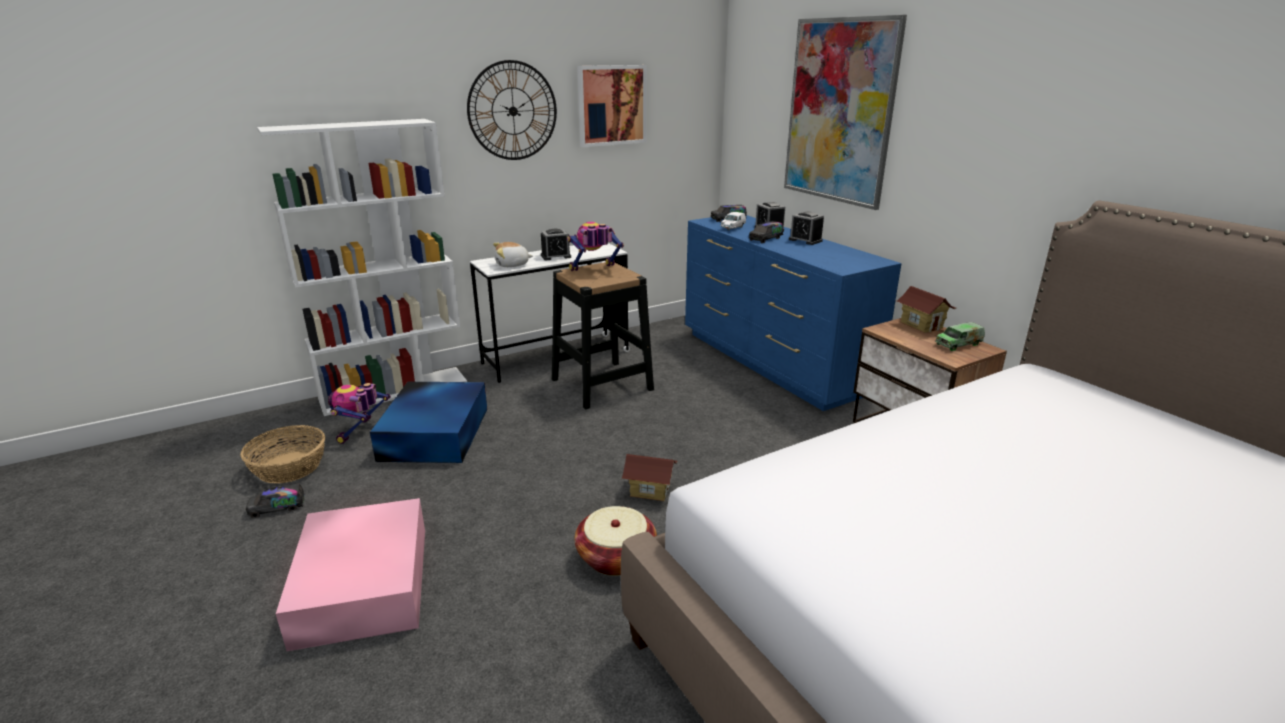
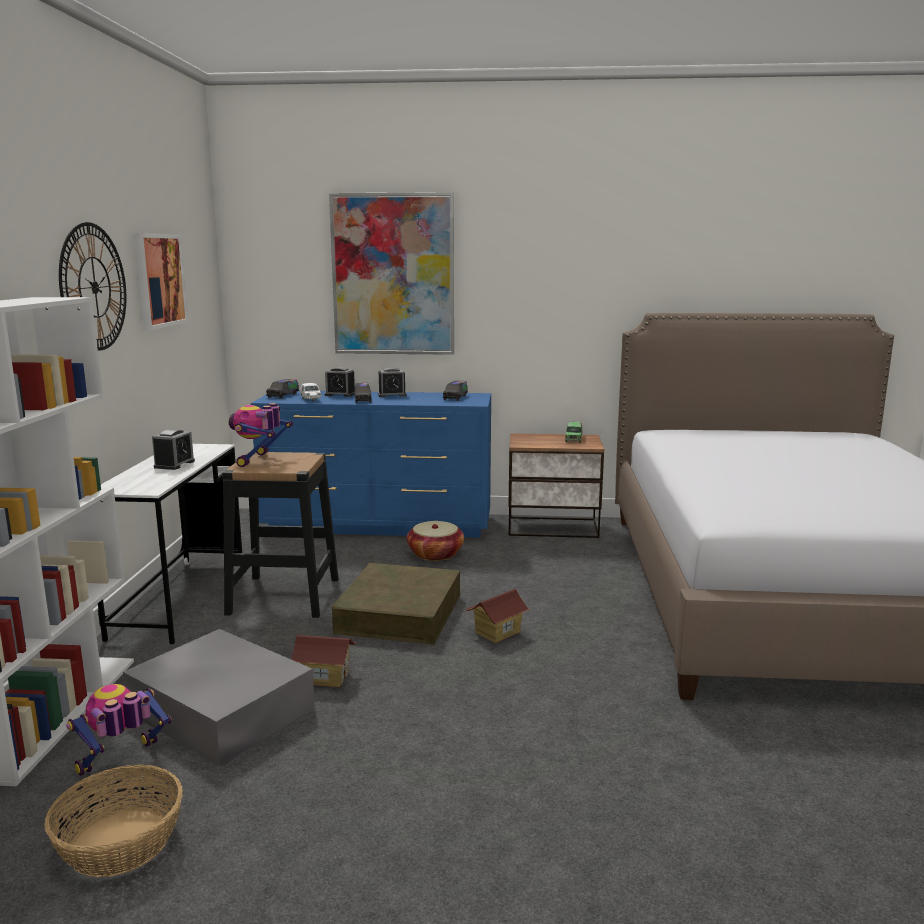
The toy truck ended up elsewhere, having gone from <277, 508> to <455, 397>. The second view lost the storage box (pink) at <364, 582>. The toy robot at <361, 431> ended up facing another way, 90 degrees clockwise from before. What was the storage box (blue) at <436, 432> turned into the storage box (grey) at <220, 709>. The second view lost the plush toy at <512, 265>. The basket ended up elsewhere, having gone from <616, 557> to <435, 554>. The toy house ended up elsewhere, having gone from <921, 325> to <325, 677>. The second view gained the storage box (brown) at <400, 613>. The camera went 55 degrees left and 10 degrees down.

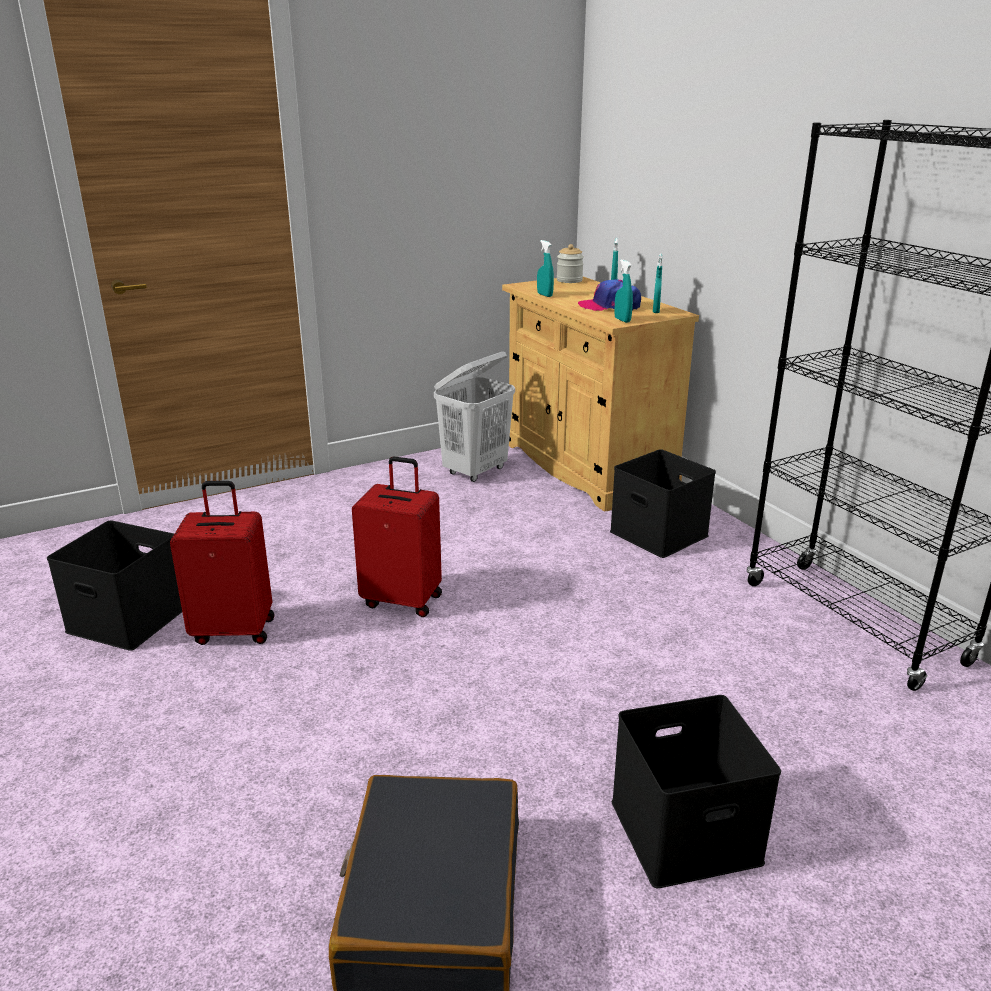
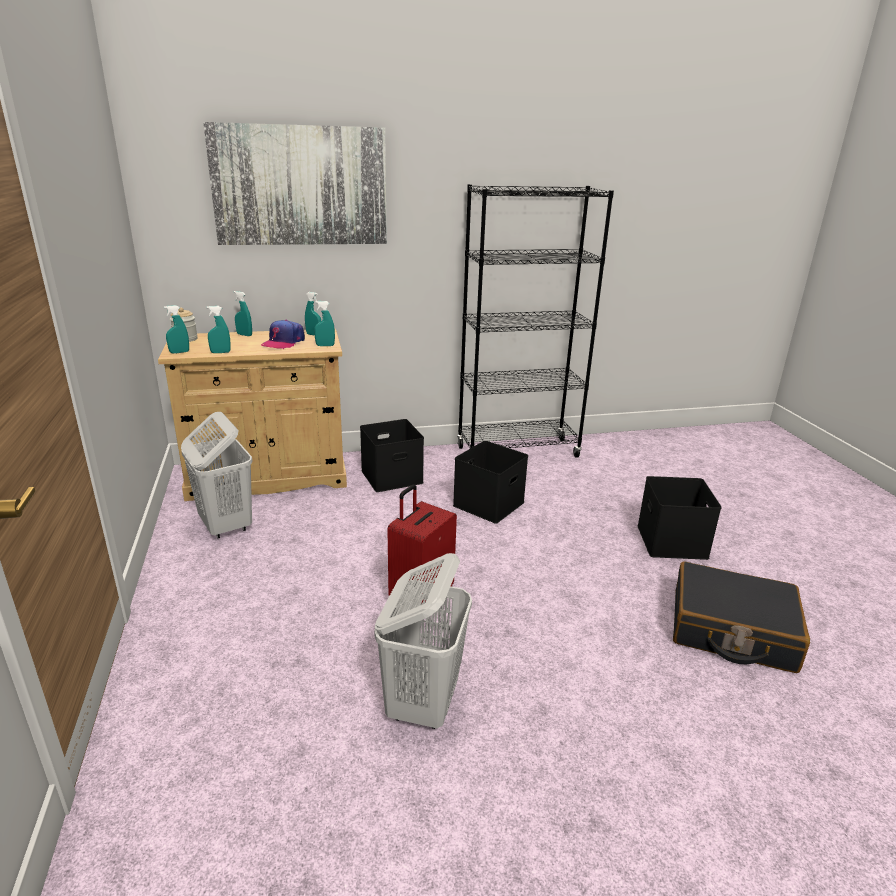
The storage box (black) ended up elsewhere, having gone from <125, 620> to <489, 504>. Where the suitcase (red) stood at <234, 630>, the laundry basket (white) came to stand at <423, 703>. The second view gained the spray bottle (turquoise) at <179, 352>. The second view gained the picture at <300, 186>. The camera went 75 degrees left and 0 degrees up.

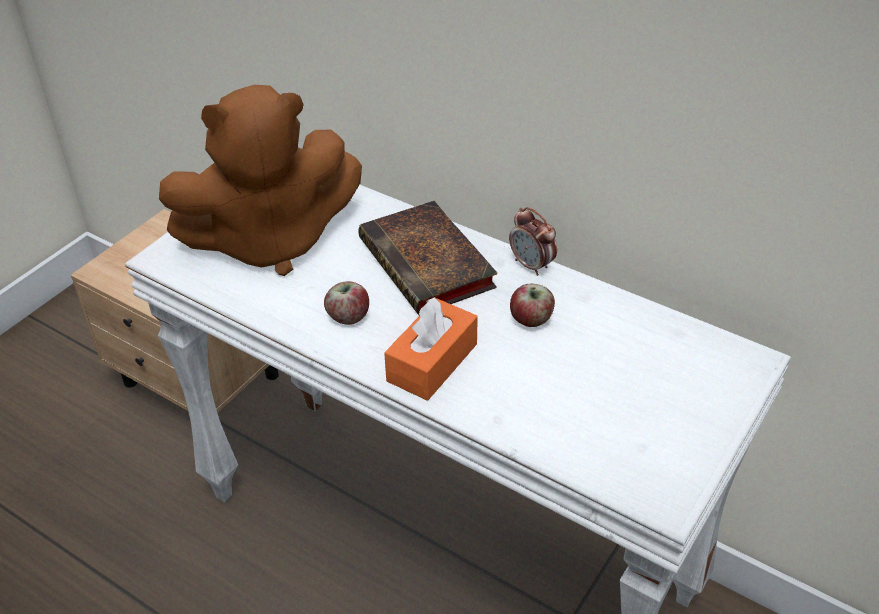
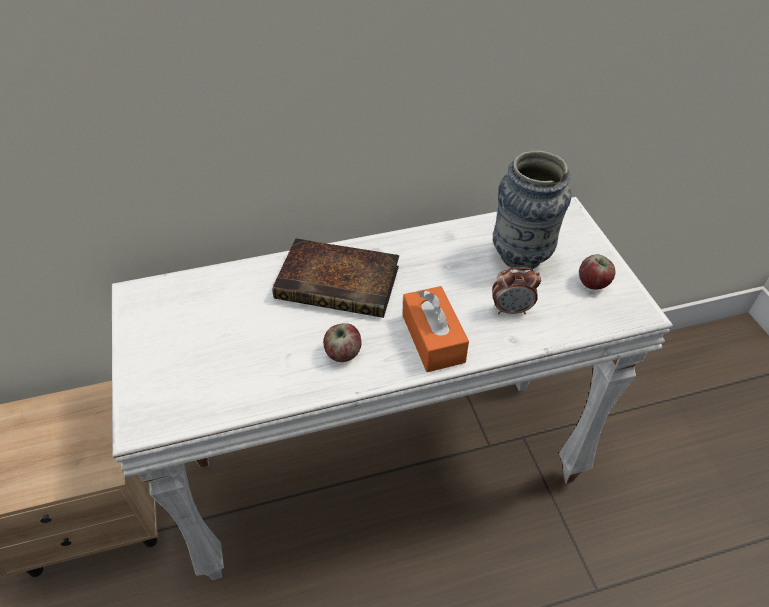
The second view lost the plush toy (brown) at <270, 241>. The alarm clock ended up elsewhere, having gone from <531, 265> to <511, 309>. The apple ended up elsewhere, having gone from <531, 320> to <593, 283>. The second view gained the vase at <521, 257>. The camera went 50 degrees left and 5 degrees up.

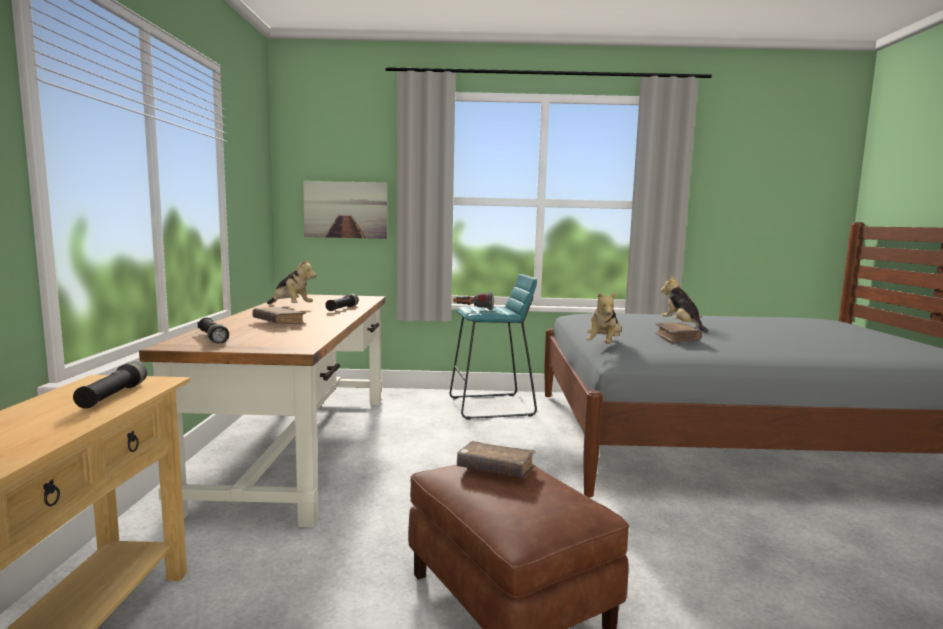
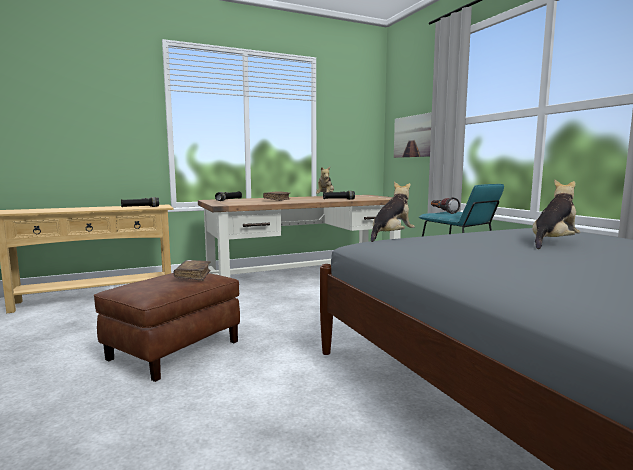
The plush toy at <604, 345> ended up facing another way, 135 degrees clockwise from before. The second view lost the book (brown) at <677, 339>. The camera went 65 degrees right and 0 degrees up.

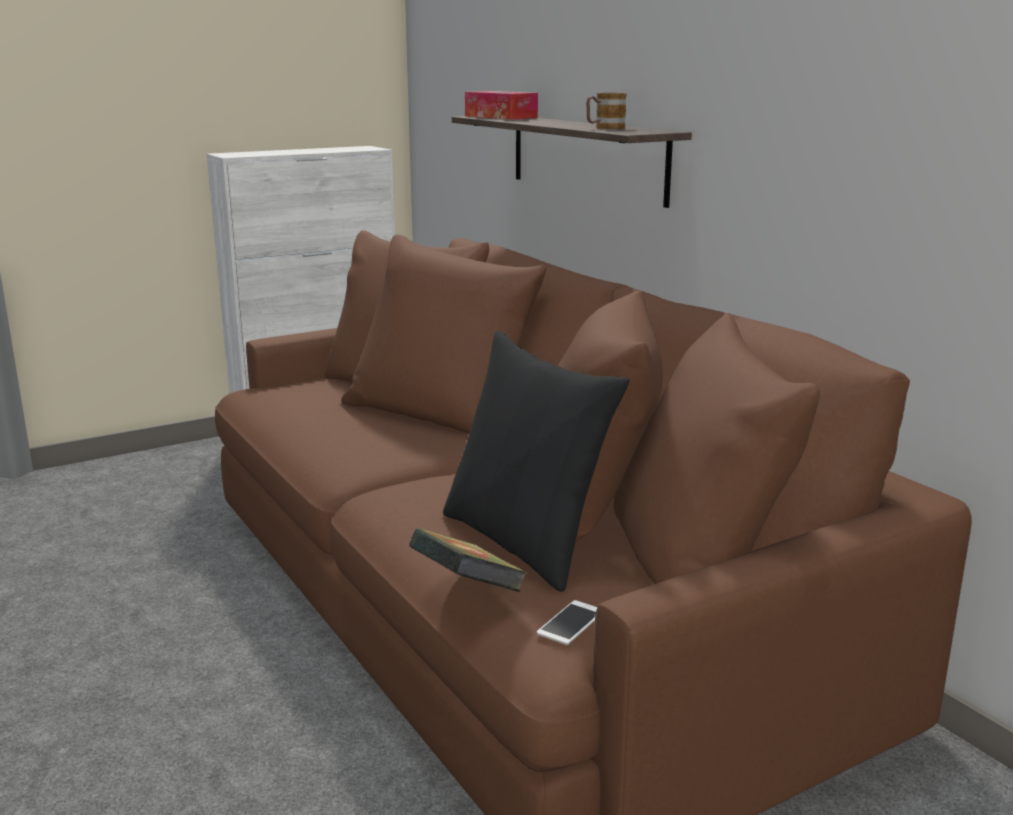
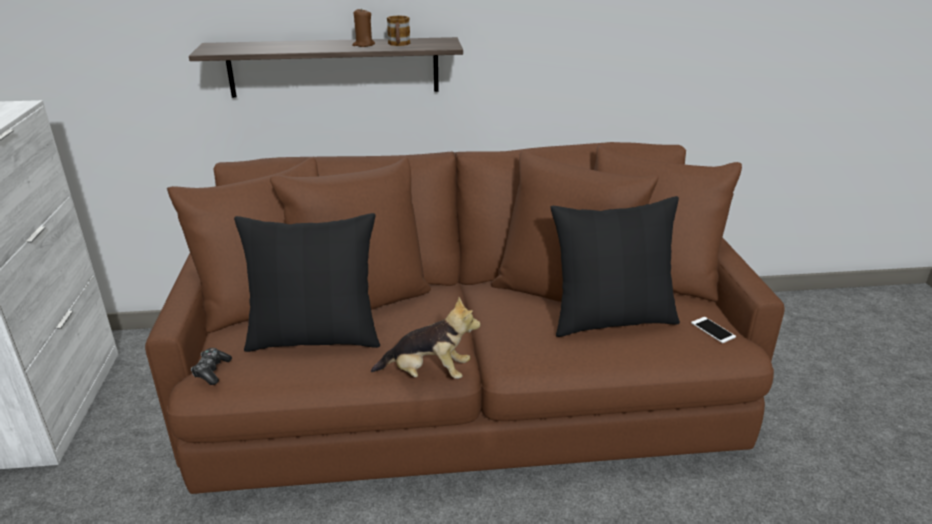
The second view lost the book at <467, 591>. The second view lost the tissue box at <500, 117>. The second view gained the game controller at <212, 371>. The second view gained the pillow (black) at <315, 337>. The second view gained the candle (brown) at <363, 45>. The second view gained the plush toy at <428, 373>. The camera went 65 degrees left and 10 degrees up.

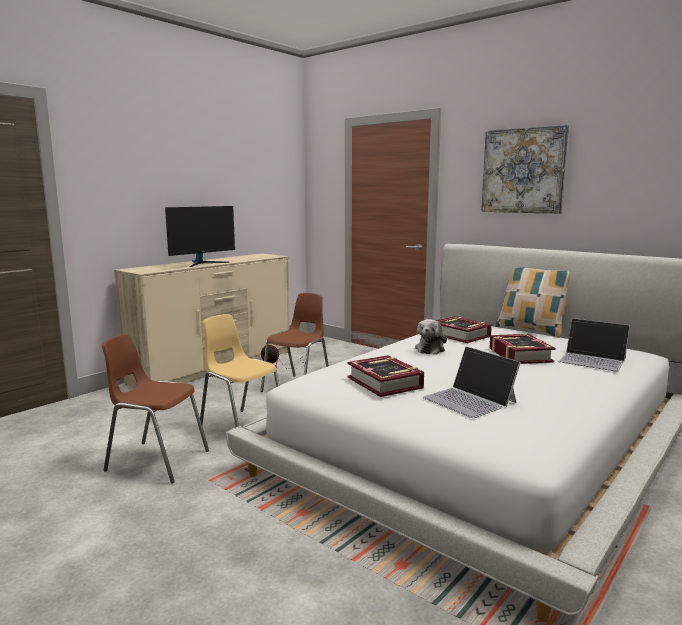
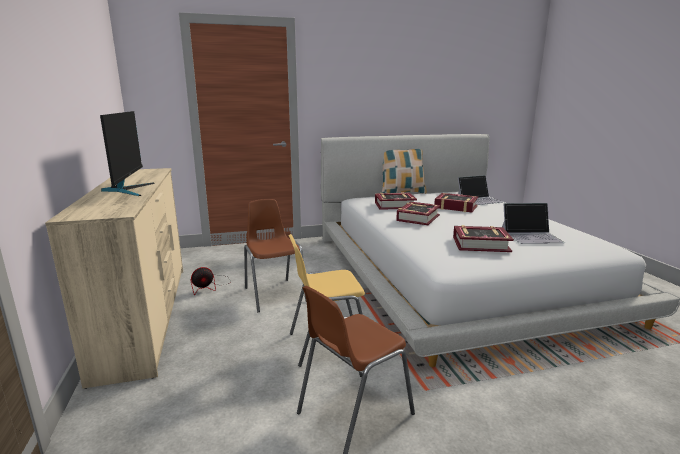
Where the plush toy stood at <430, 349>, the book came to stand at <417, 218>. The second view lost the picture at <523, 171>. The camera went 55 degrees left and 5 degrees up.

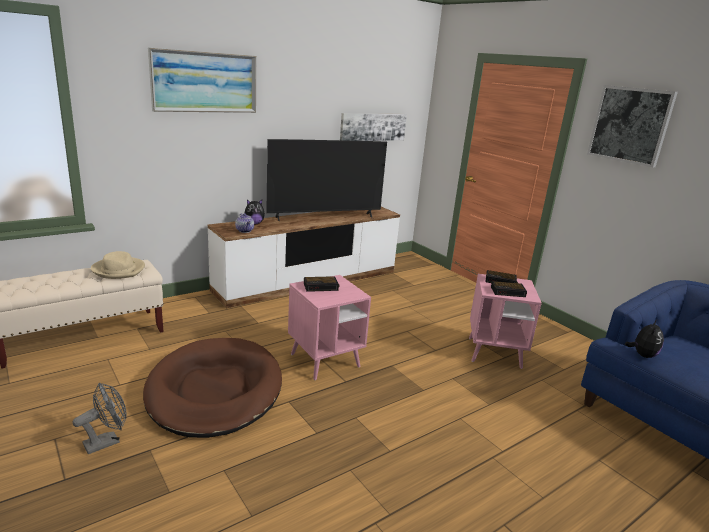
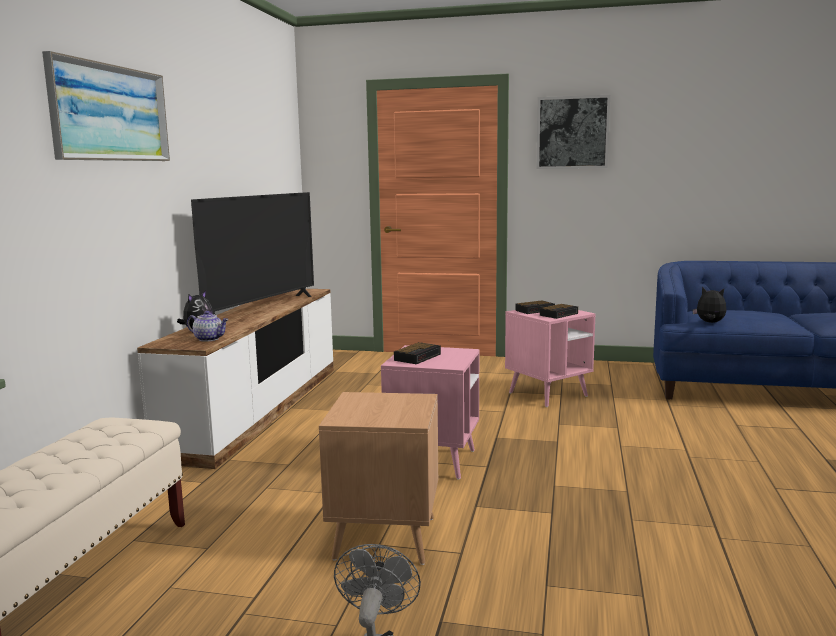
The second view lost the hat (beige) at <119, 270>. Where the dog bed (brown) stood at <215, 390>, the side table (brown) came to stand at <385, 538>. The second view lost the picture at <373, 127>. The plush toy at <642, 355> ended up facing another way, 45 degrees counterclockwise from before. The camera went 40 degrees left and 10 degrees down.

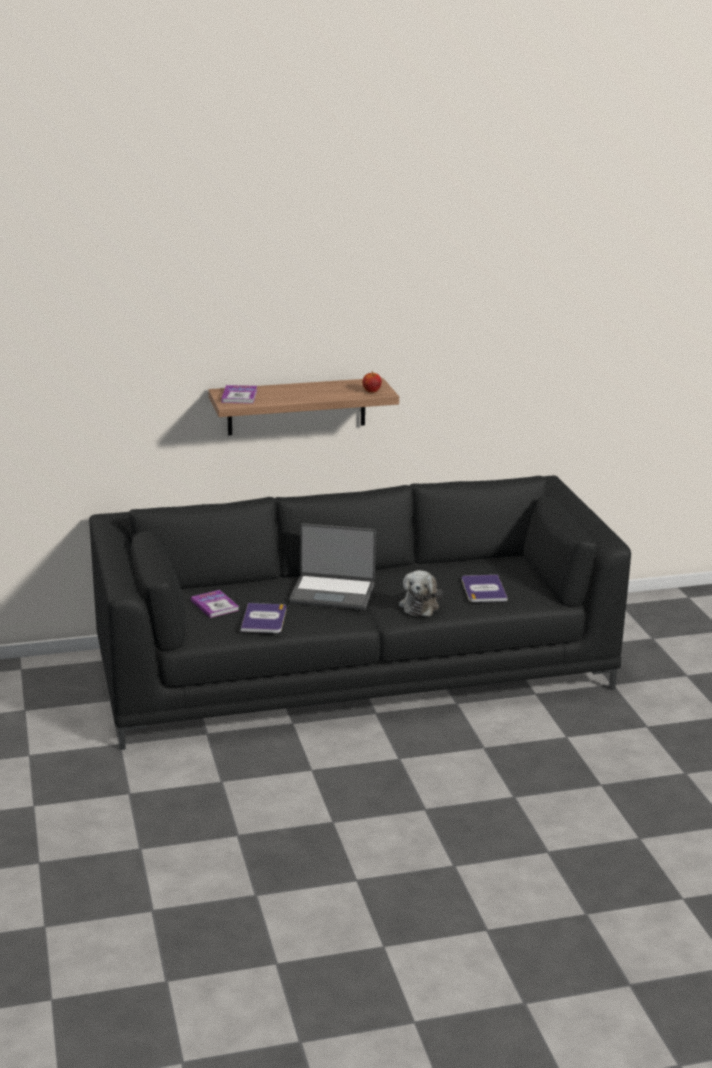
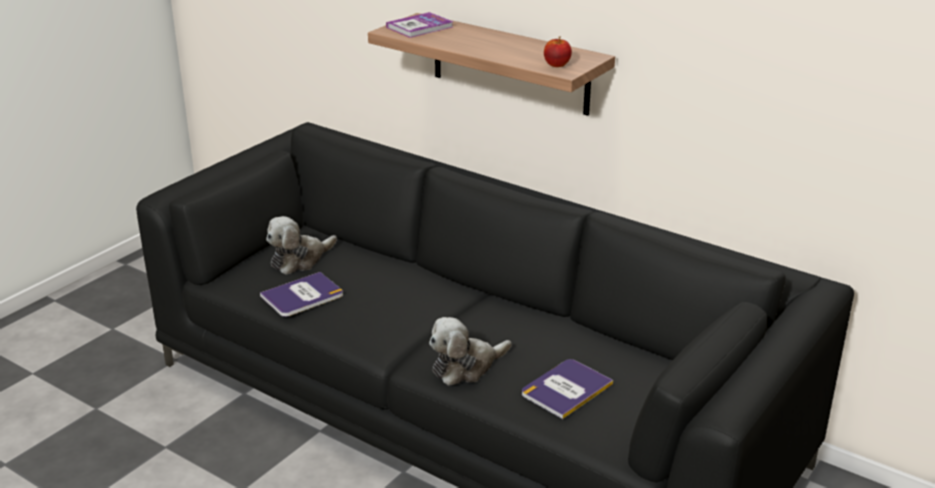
Where the book stood at <214, 605>, the plush toy came to stand at <299, 260>. The second view lost the laptop at <333, 593>. The camera went 50 degrees right and 5 degrees up.

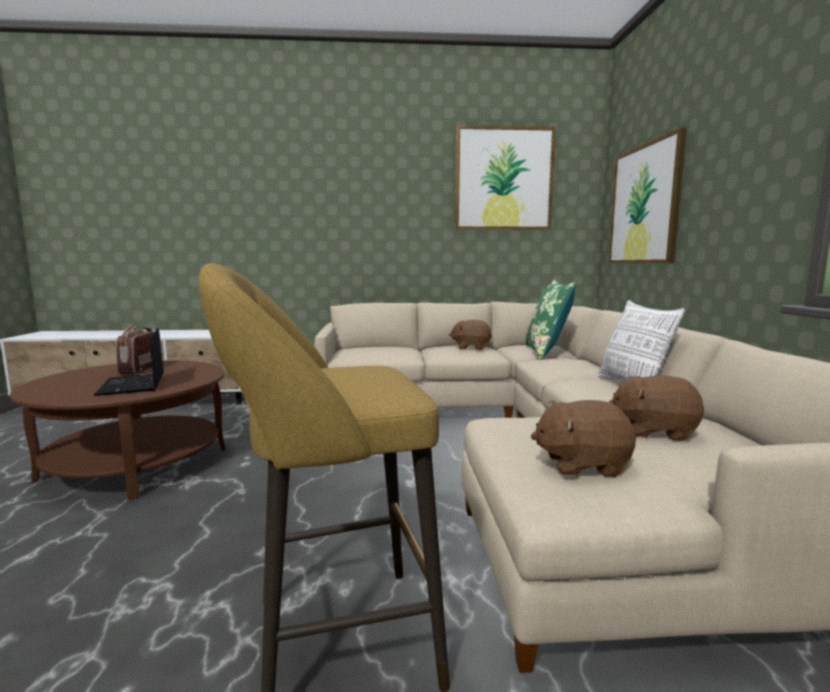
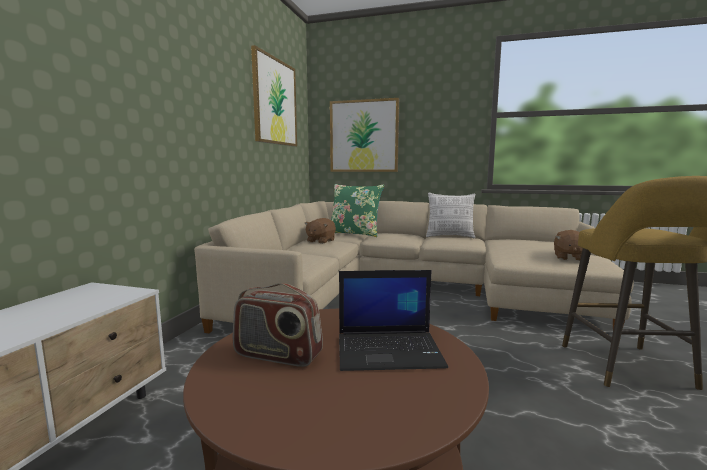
The second view lost the plush toy (brown) at <654, 431>. The camera went 70 degrees left and 0 degrees up.

